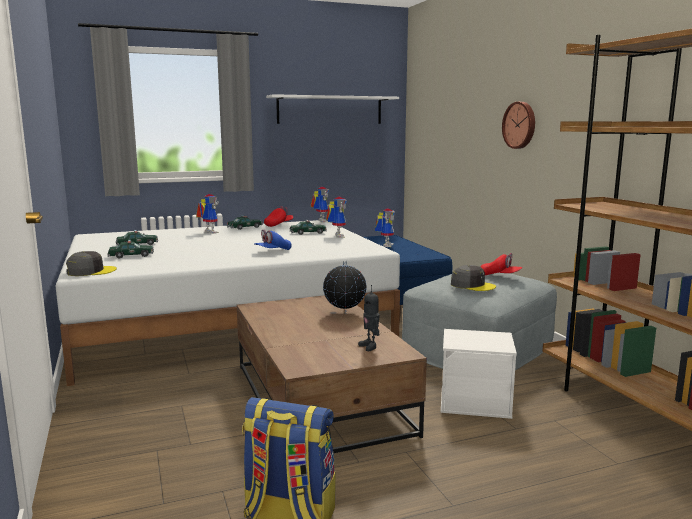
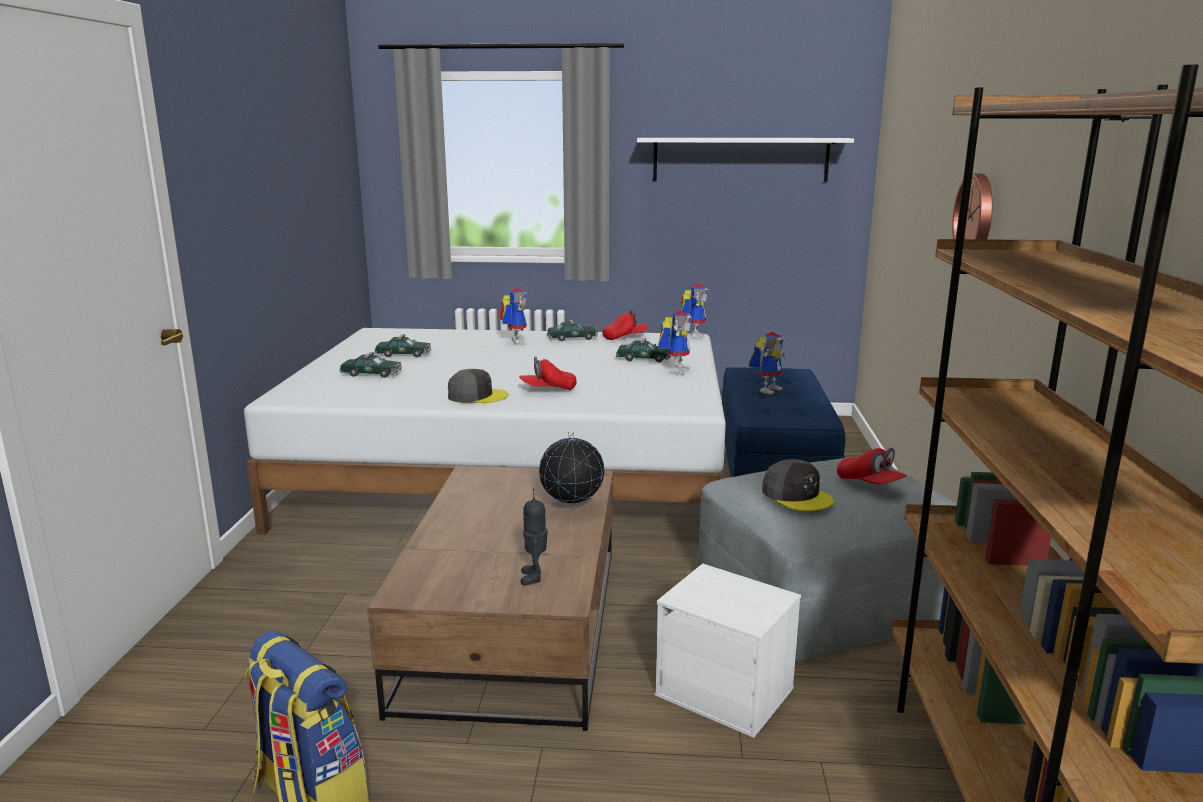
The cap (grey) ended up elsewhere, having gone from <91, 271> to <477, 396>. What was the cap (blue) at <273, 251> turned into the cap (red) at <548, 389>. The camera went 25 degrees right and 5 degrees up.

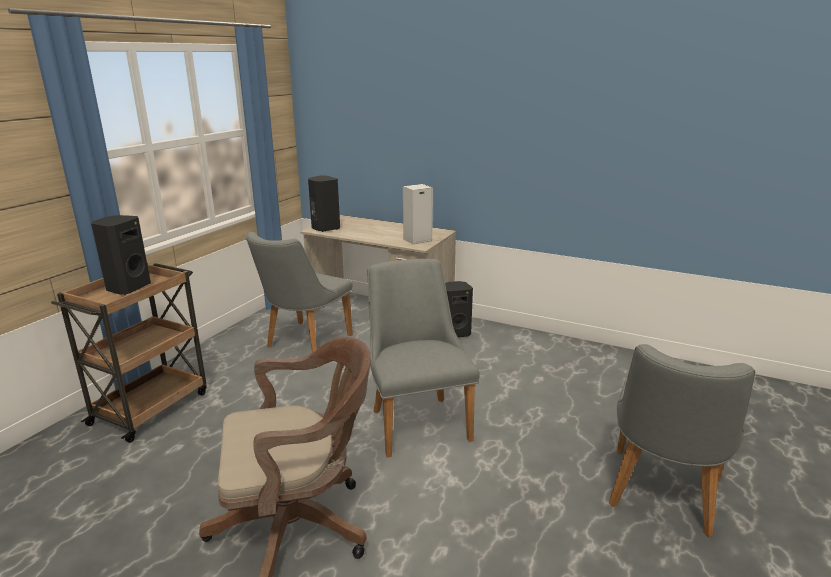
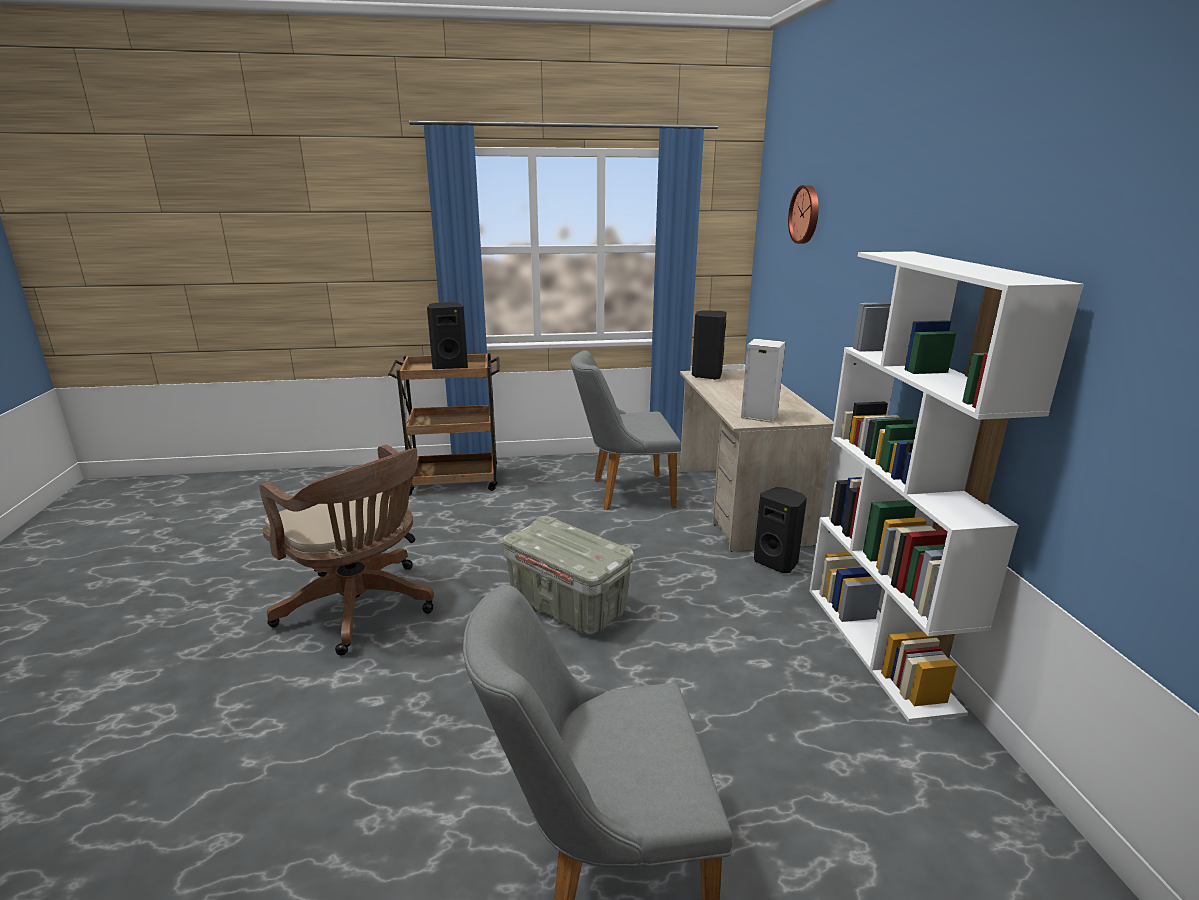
Where the chair (grey) stood at <416, 419>, the storage box (grey) came to stand at <569, 605>. The second view gained the wall clock at <806, 214>. The second view gained the bookcase (white) at <880, 646>. The camera went 55 degrees right and 0 degrees up.

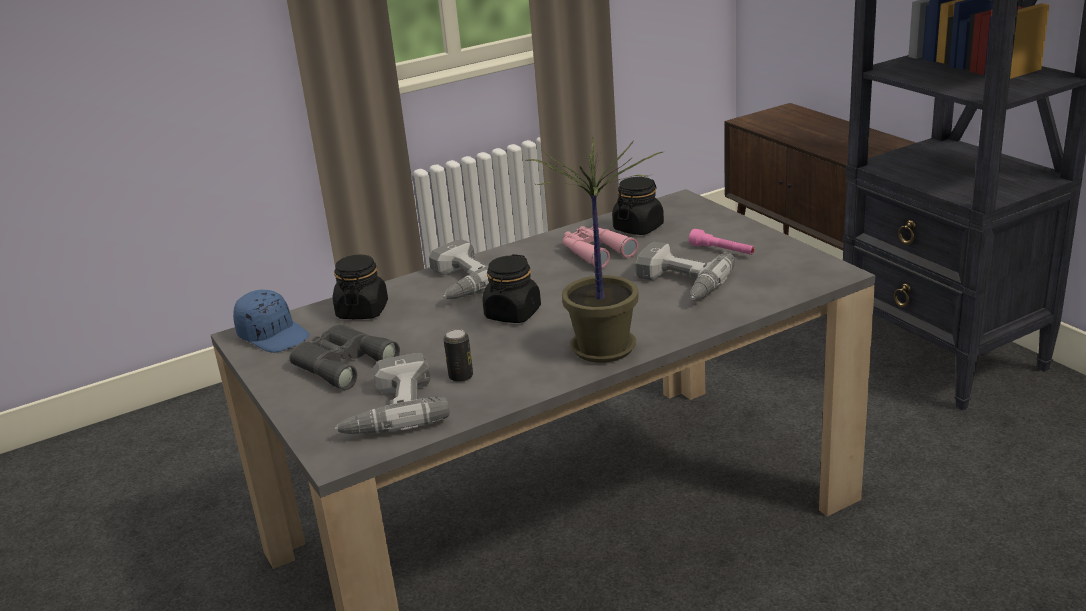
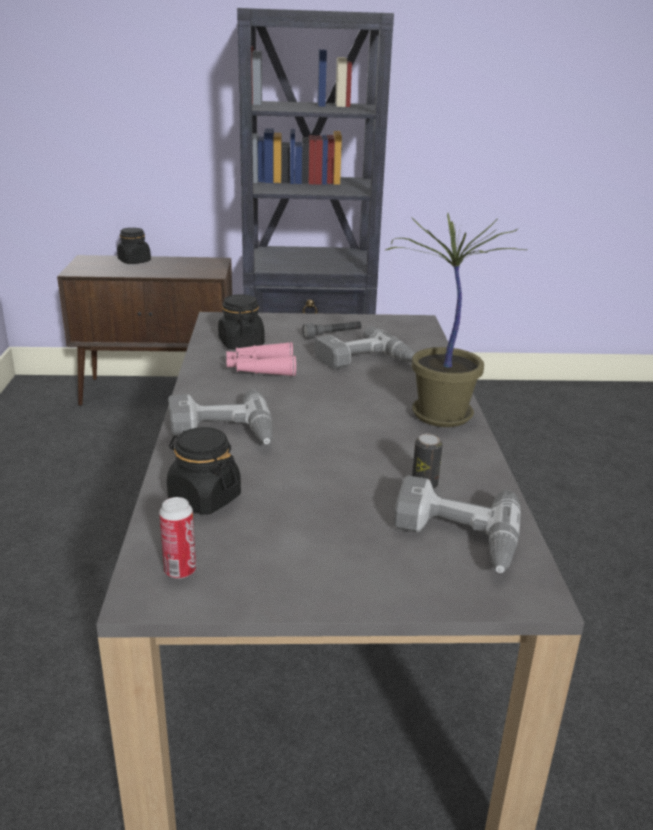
Where the cap (blue) stood at <274, 335>, the can came to stand at <180, 571>. The second view lost the binoculars (grey) at <341, 363>. The jar (black) ended up elsewhere, having gone from <513, 314> to <134, 261>. What was the flashlight (pink) at <722, 251> turned into the flashlight (grey) at <332, 335>. The camera went 65 degrees left and 0 degrees up.

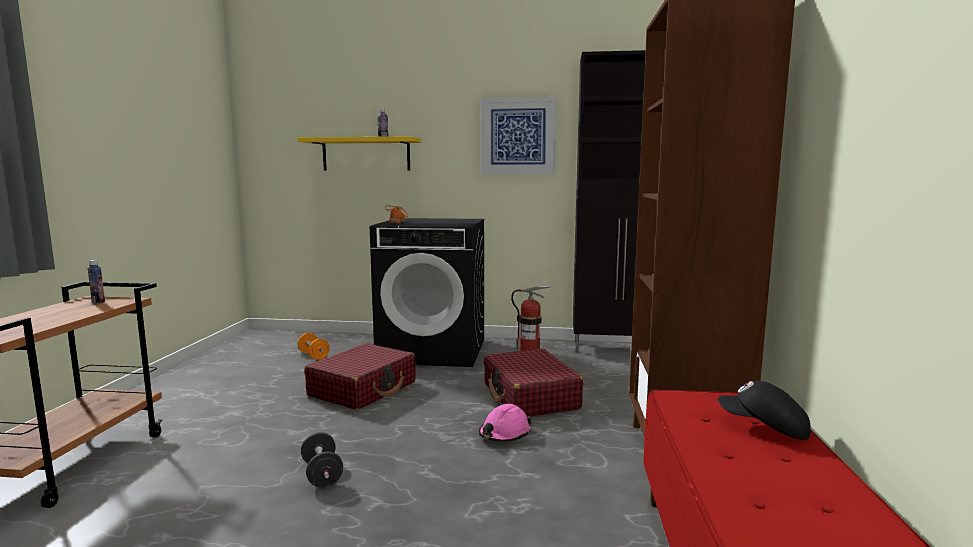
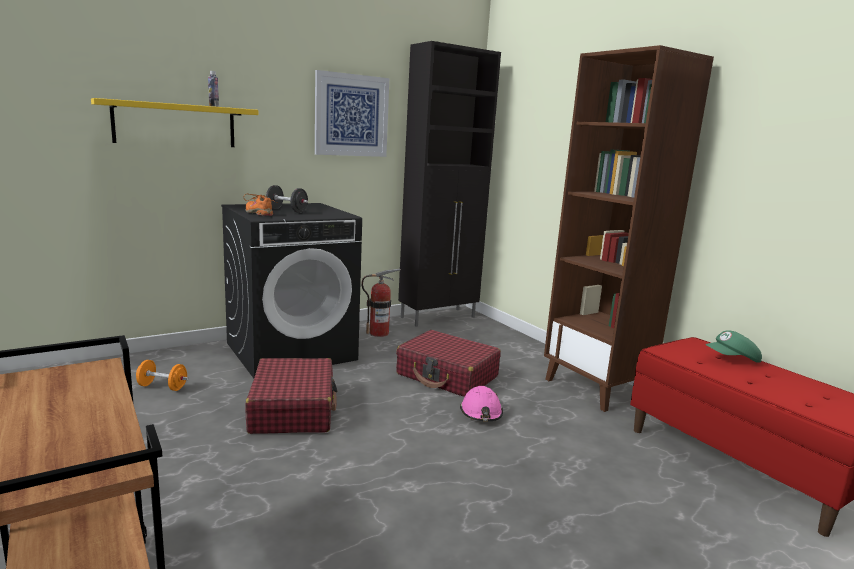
The second view lost the bottle at <98, 301>. The dumbbell (black) ended up elsewhere, having gone from <322, 474> to <286, 210>. What was the cap (black) at <763, 428> turned into the cap (green) at <732, 360>. The camera went 40 degrees left and 5 degrees up.

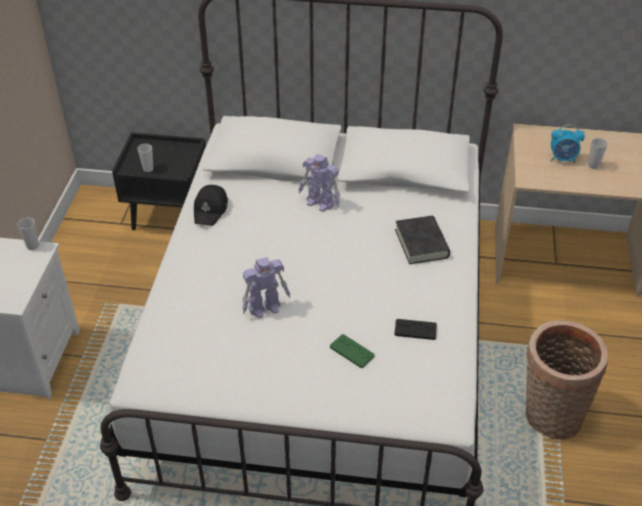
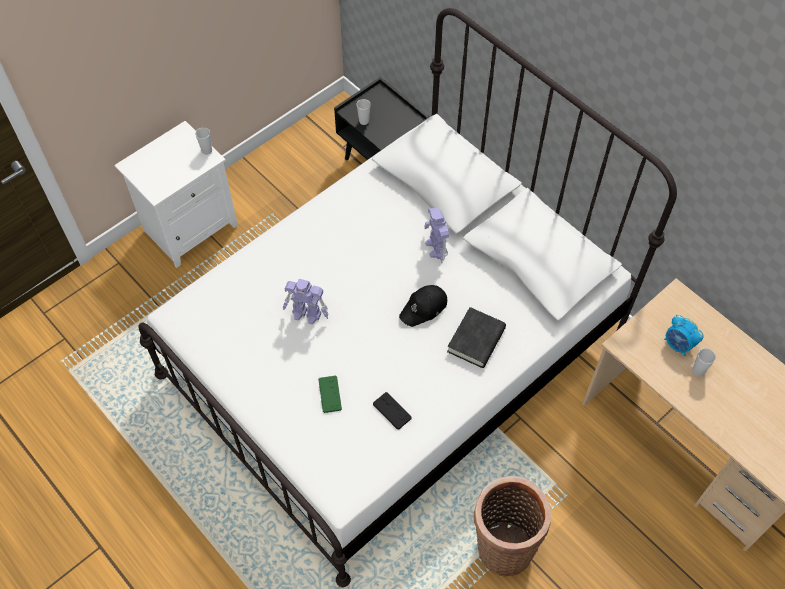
The cap (black) ended up elsewhere, having gone from <211, 210> to <424, 308>. The camera went 40 degrees right and 15 degrees up.

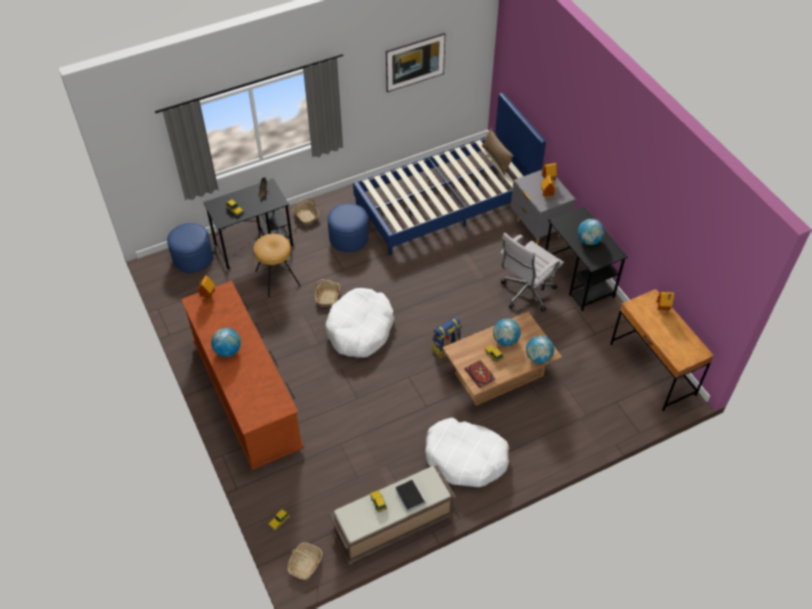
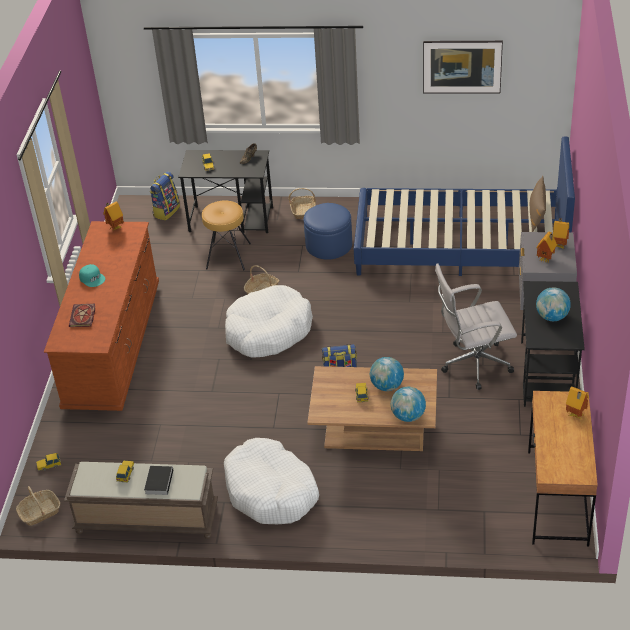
Where the ottoman (blue) stood at <193, 258>, the backpack came to stand at <166, 211>. Where the globe stood at <228, 350>, the cap (turquoise) came to stand at <92, 278>. The book ended up elsewhere, having gone from <480, 375> to <83, 317>. The camera went 35 degrees right and 10 degrees down.

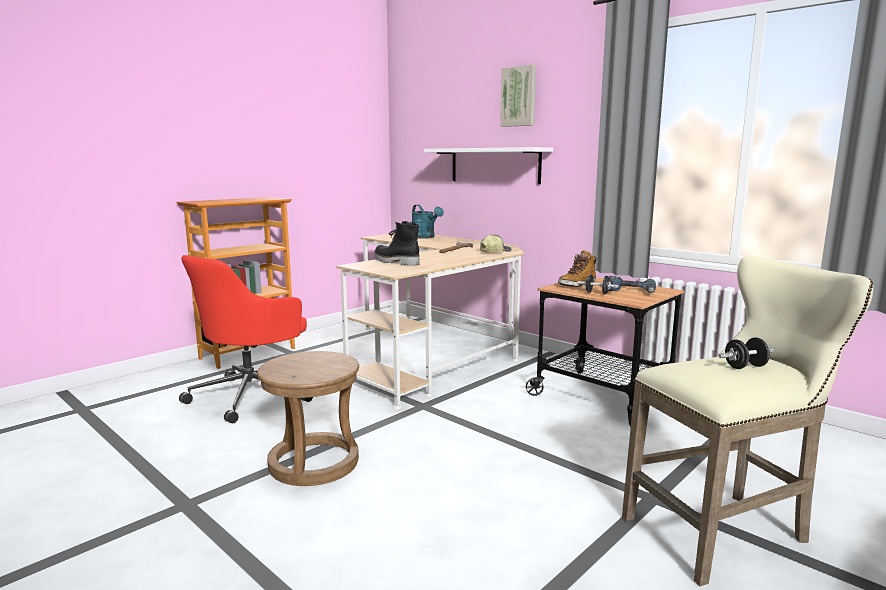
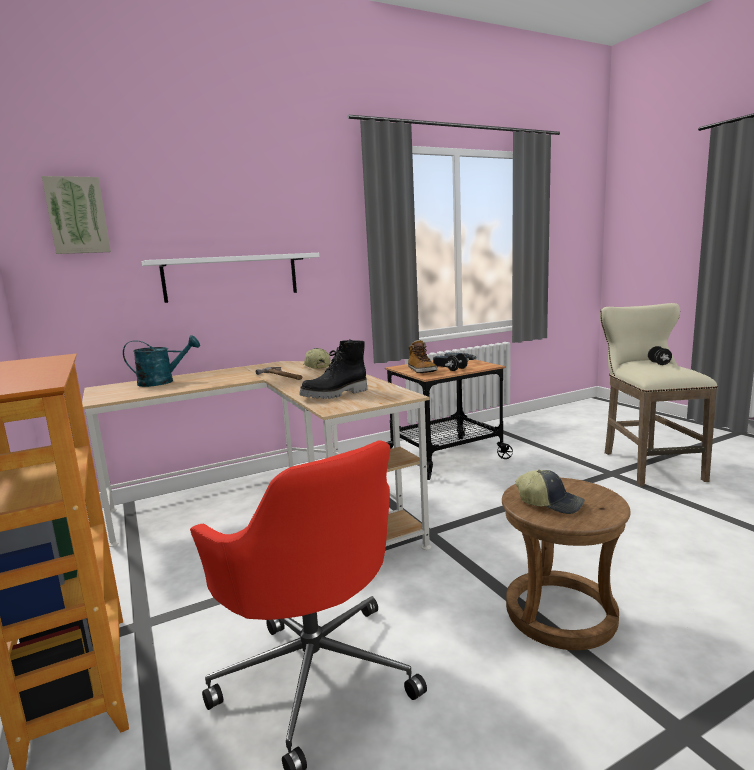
The picture ended up elsewhere, having gone from <519, 96> to <77, 215>. The second view gained the cap at <550, 502>. The camera went 70 degrees left and 0 degrees up.

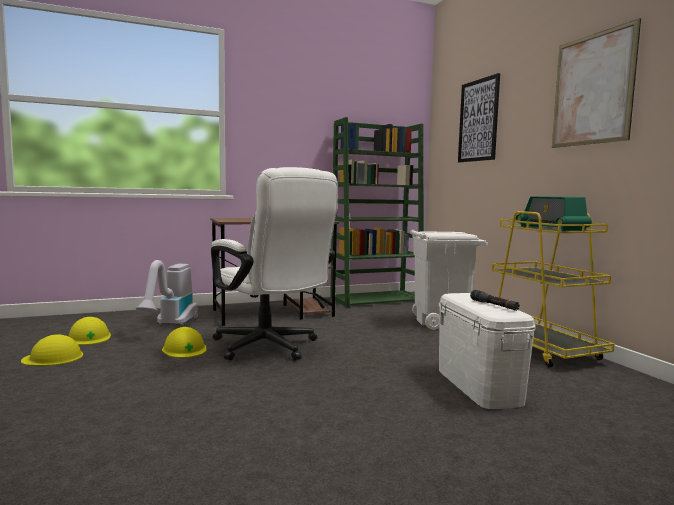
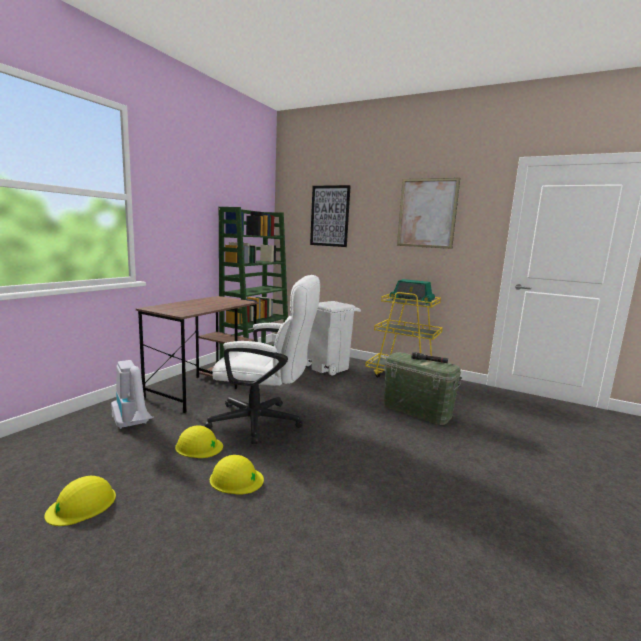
The hard hat (yellow) ended up elsewhere, having gone from <89, 337> to <236, 479>. What was the storage box (white) at <478, 385> turned into the storage box (green) at <417, 411>. The camera went 40 degrees left and 5 degrees up.

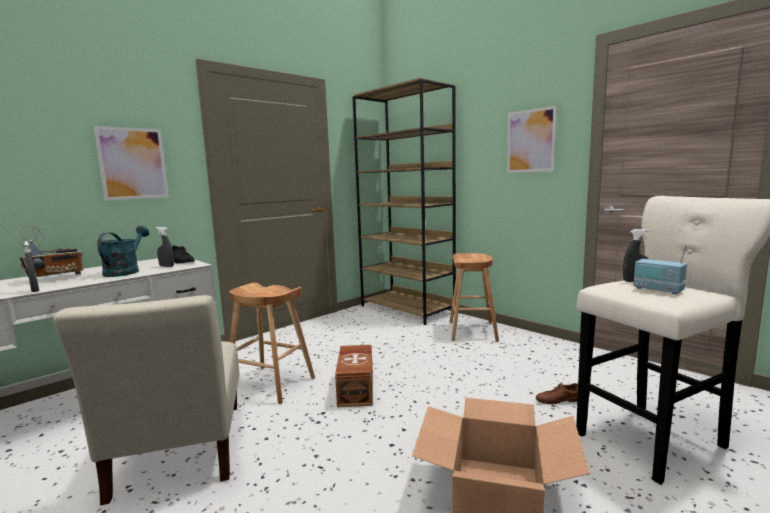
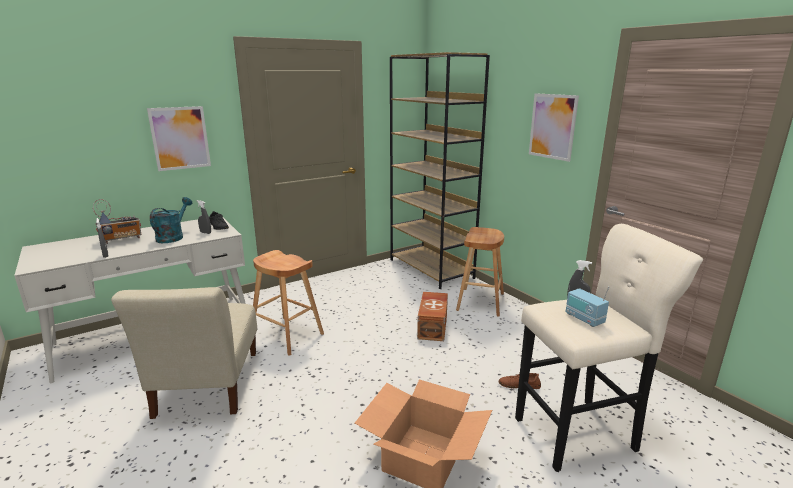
The storage box (brown) ended up elsewhere, having gone from <357, 388> to <433, 326>. The camera went 10 degrees right and 10 degrees up.

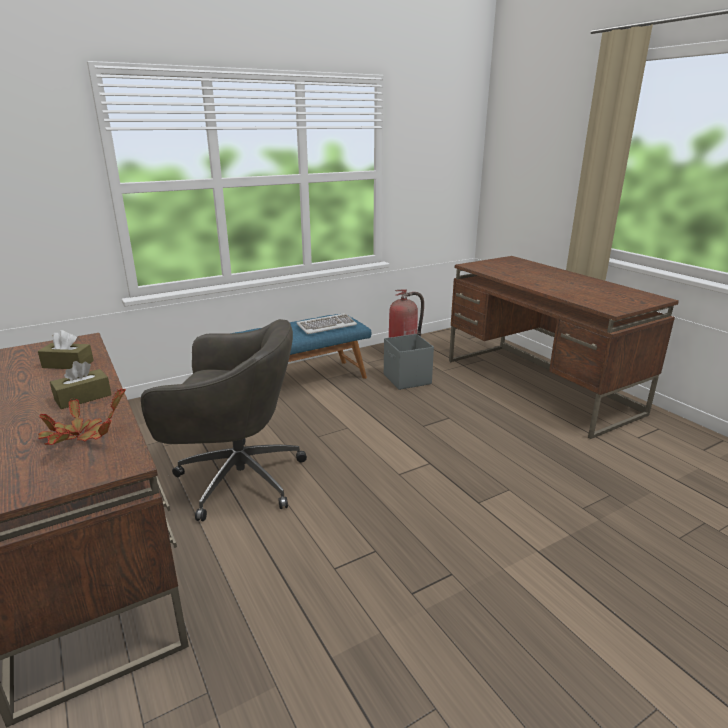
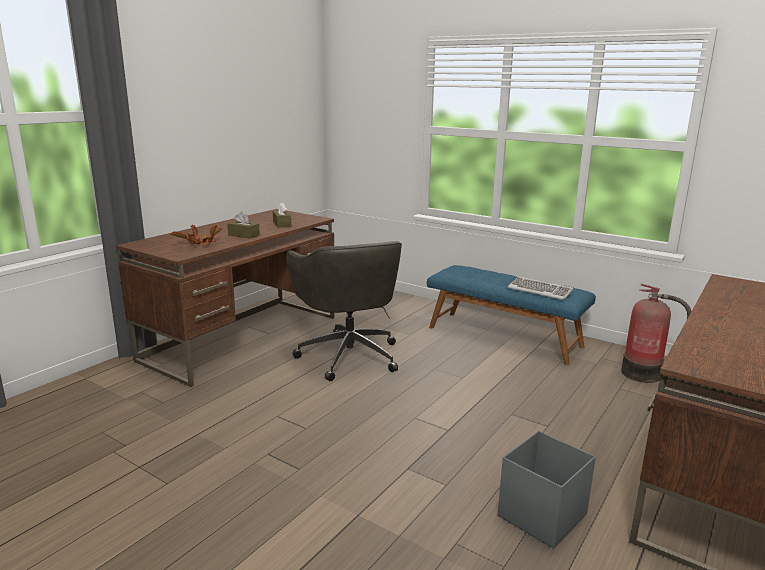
The storage box (grey) ended up elsewhere, having gone from <407, 379> to <540, 516>. The camera went 65 degrees right and 5 degrees down.

